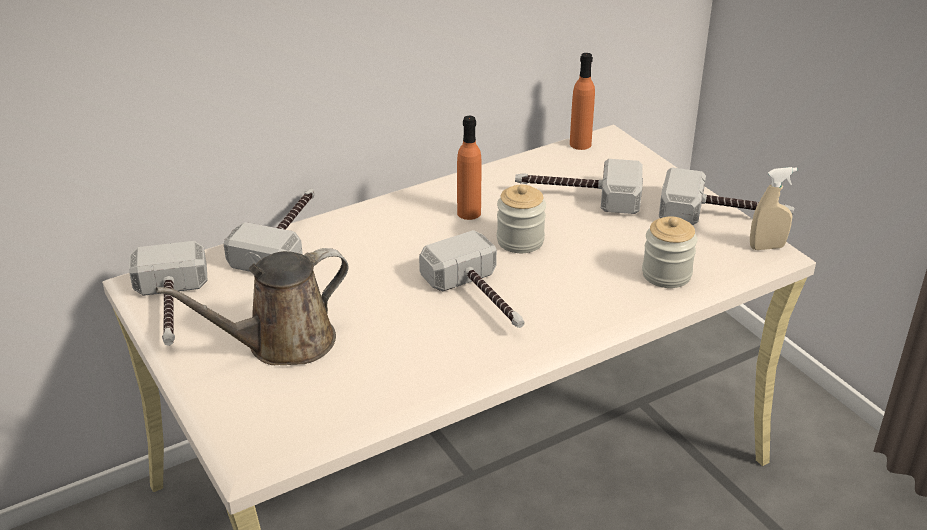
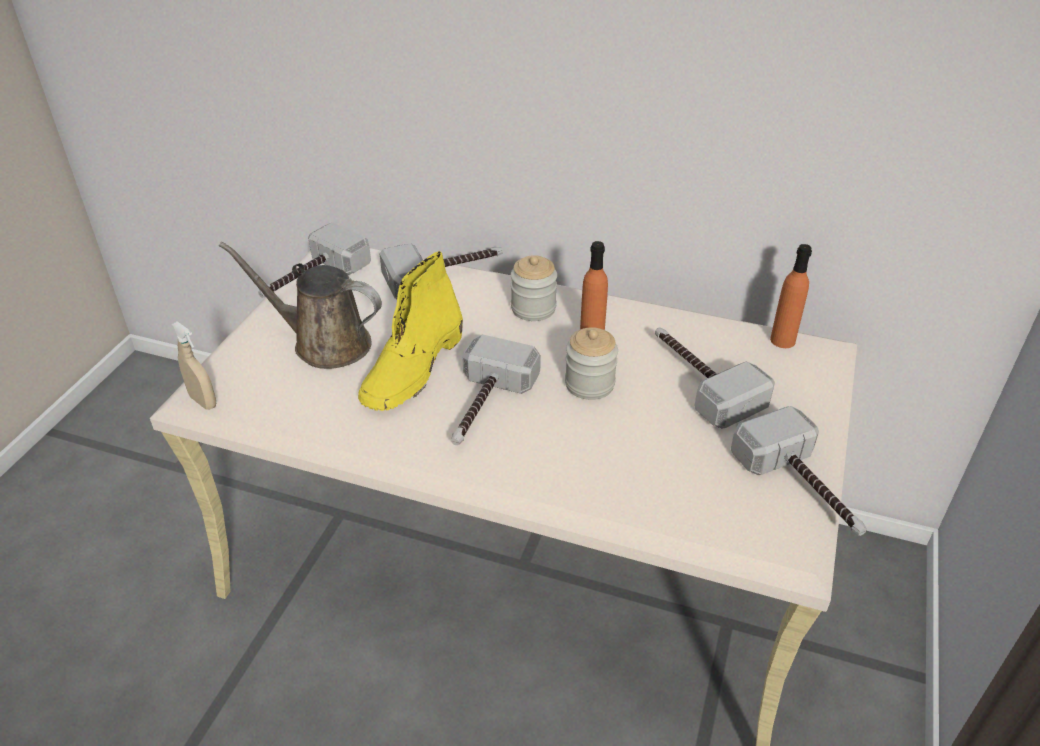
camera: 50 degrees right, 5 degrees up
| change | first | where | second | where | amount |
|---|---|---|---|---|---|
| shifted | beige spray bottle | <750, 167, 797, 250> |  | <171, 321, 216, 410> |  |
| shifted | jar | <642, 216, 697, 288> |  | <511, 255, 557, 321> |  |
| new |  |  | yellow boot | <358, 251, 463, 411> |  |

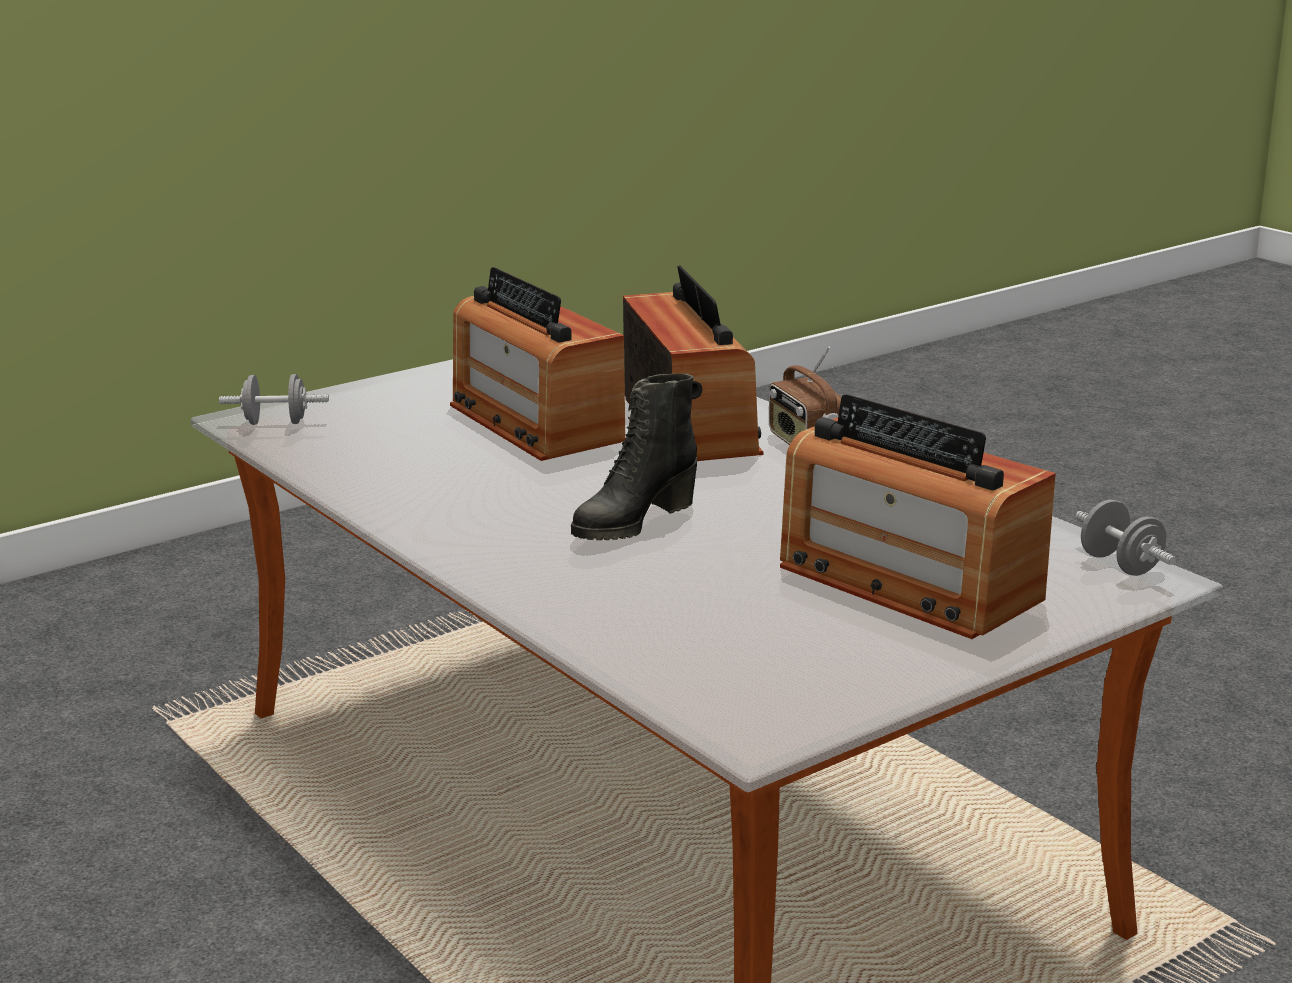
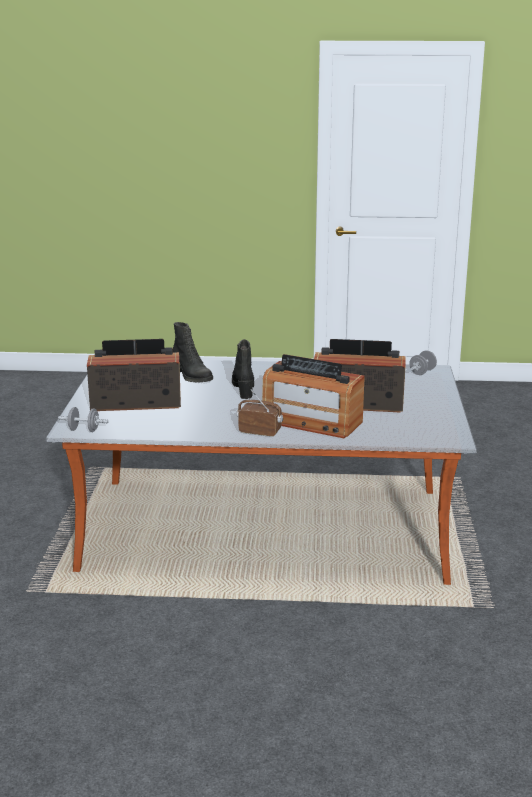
camera: 130 degrees right, 0 degrees up
| change | first | where | second | where | amount |
|---|---|---|---|---|---|
| new |  |  | black boot | <173, 322, 213, 382> |  |

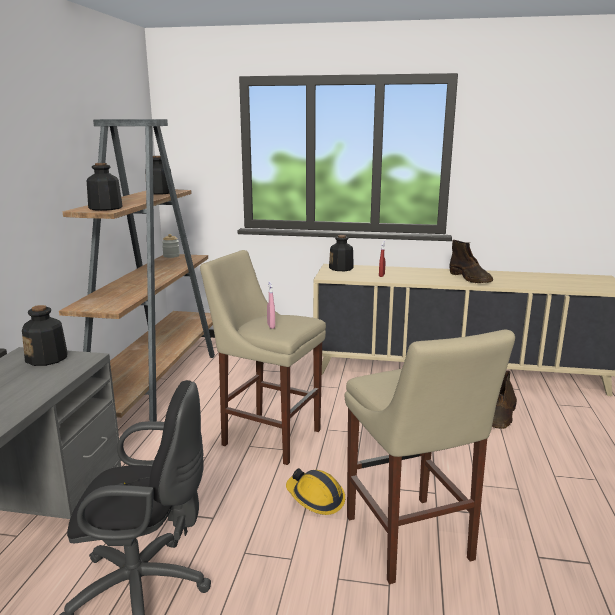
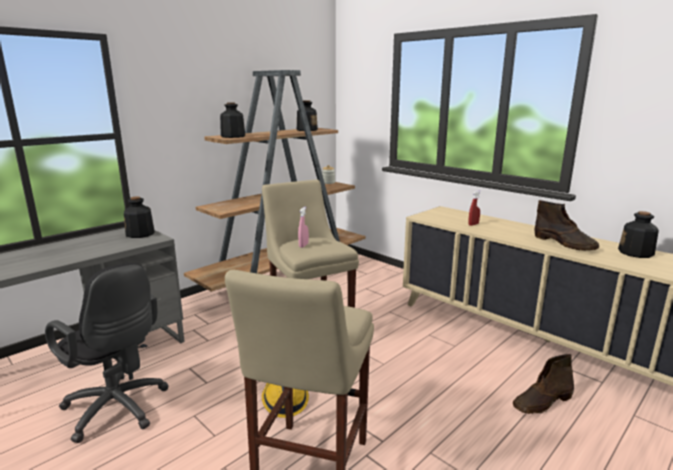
camera: 35 degrees right, 0 degrees up
| change | first | where | second | where | amount |
|---|---|---|---|---|---|
| shifted | bottle | <329, 235, 354, 271> |  | <618, 211, 659, 258> |  |
| rotated | brown boot | <449, 240, 493, 283> |  | <535, 200, 599, 251> | 45 degrees counterclockwise |

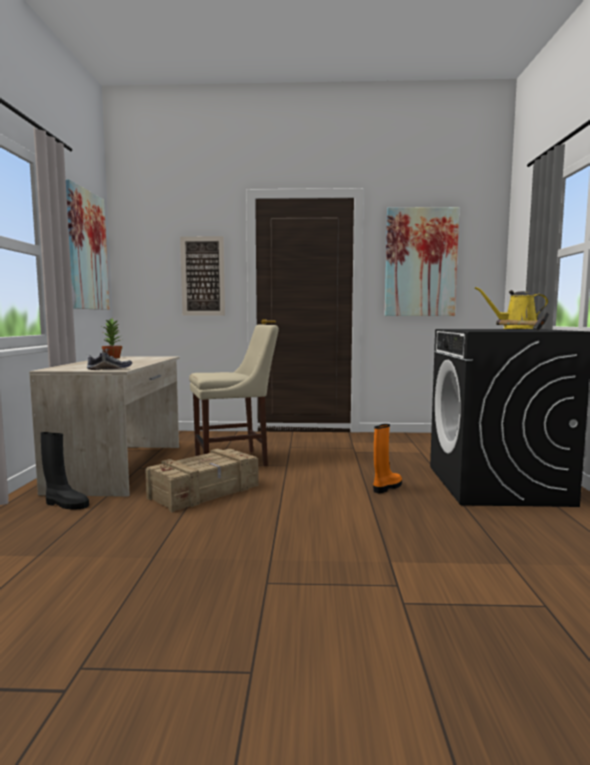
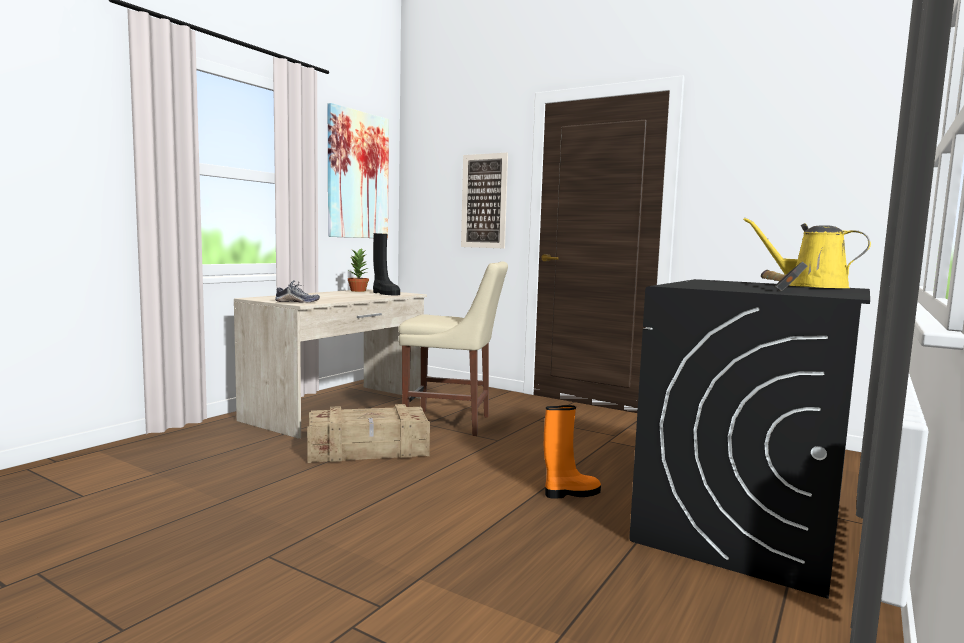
camera: 30 degrees right, 0 degrees up
| change | first | where | second | where | amount |
|---|---|---|---|---|---|
| gone | picture | <385, 207, 459, 316> |  |  |  |
| shifted | black boot | <41, 432, 89, 509> |  | <373, 233, 400, 296> |  |

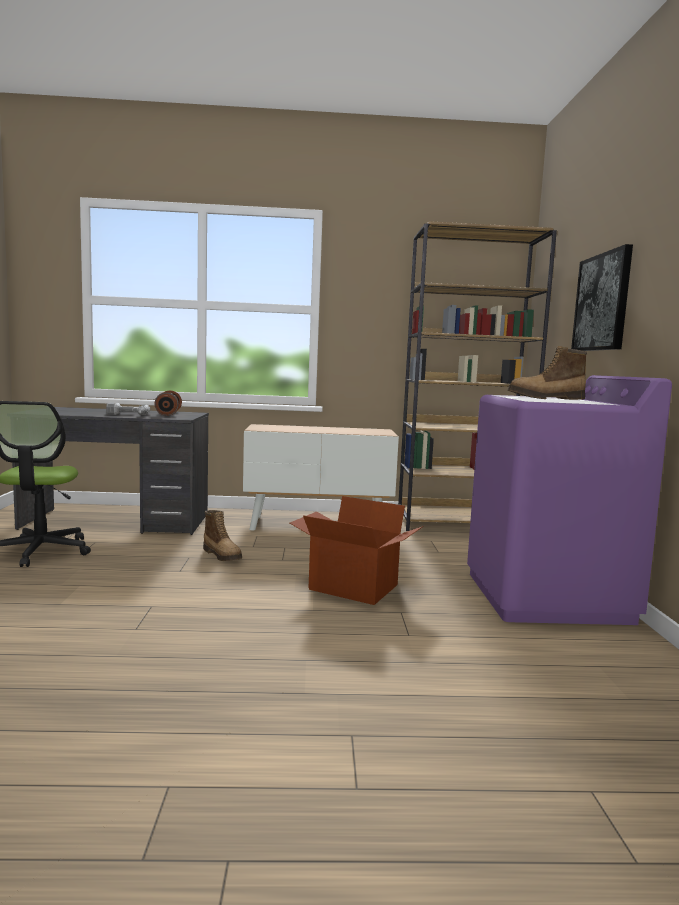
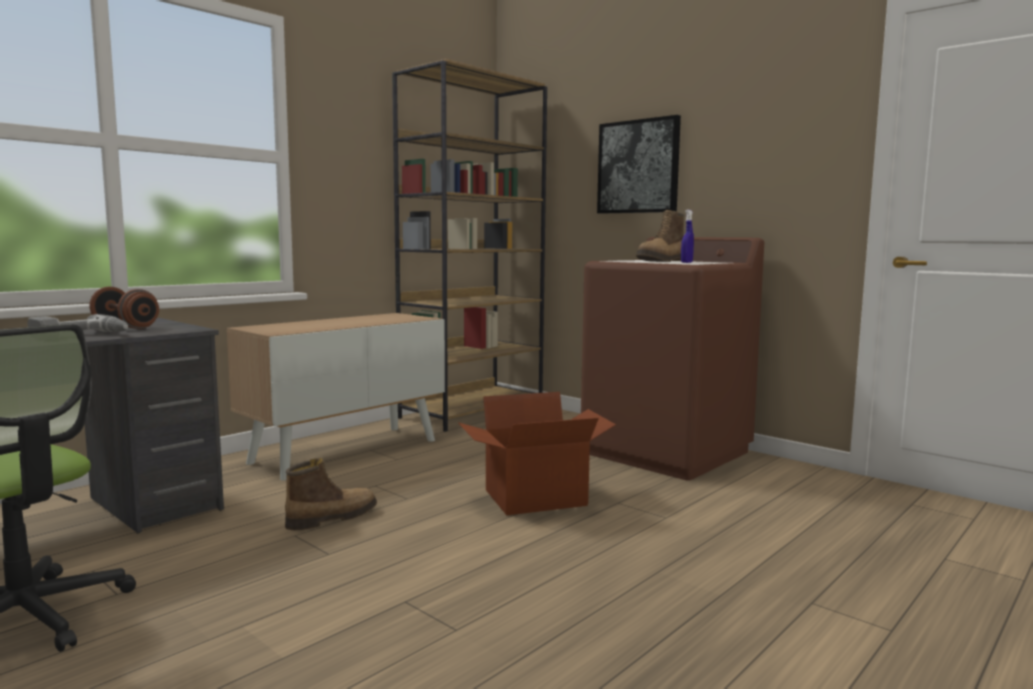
camera: 45 degrees left, 0 degrees up
| change | first | where | second | where | amount |
|---|---|---|---|---|---|
| repainted | purple washing machine | <467, 375, 672, 625> | brown washing machine | <581, 237, 764, 481> |  |
| rotated | boot | <203, 510, 242, 561> |  | <285, 458, 377, 530> | 45 degrees counterclockwise |
| new |  |  | blue spray bottle | <681, 209, 694, 263> |  |

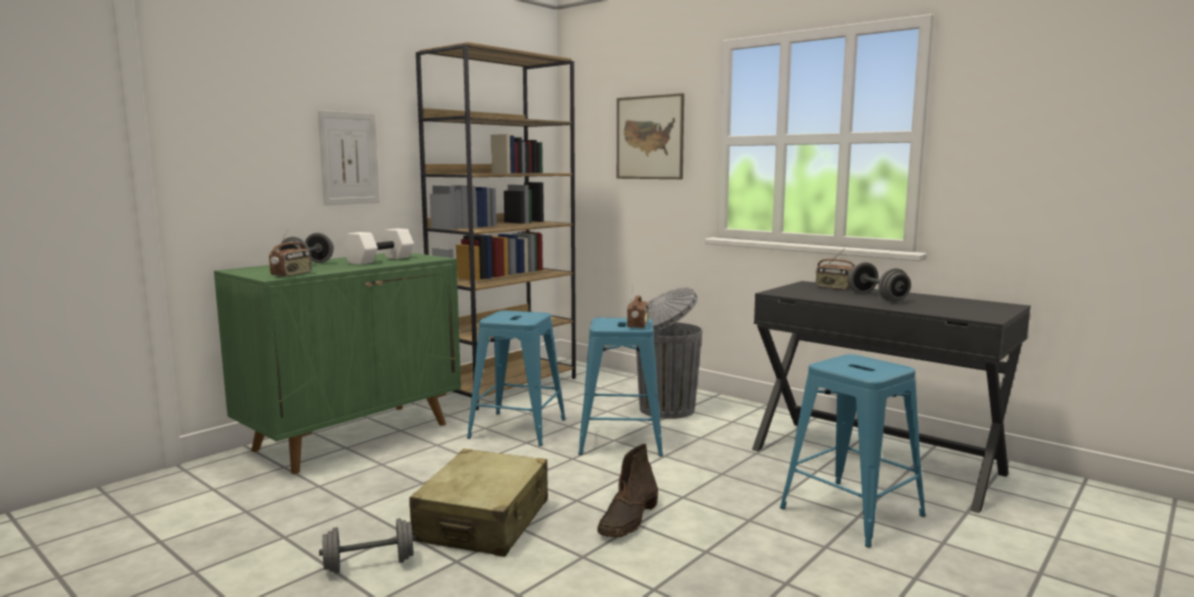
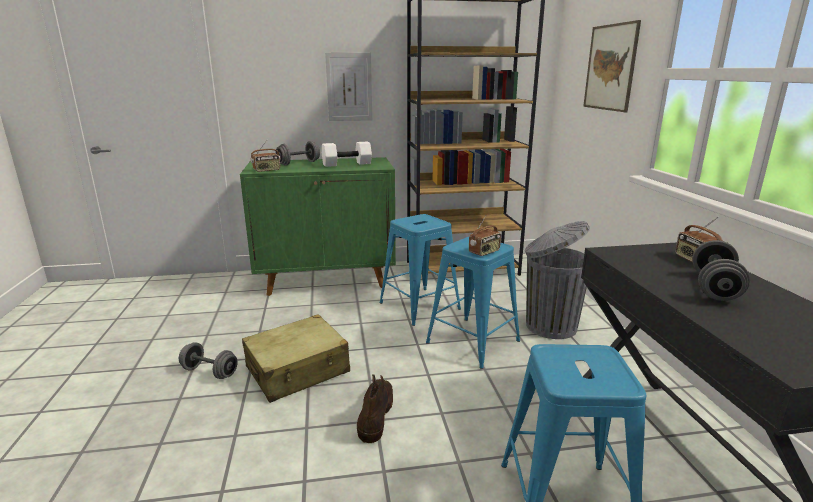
camera: 40 degrees right, 10 degrees up
| change | first | where | second | where | amount |
|---|---|---|---|---|---|
| rotated | brown boot | <597, 444, 658, 538> |  | <357, 374, 393, 443> | 120 degrees clockwise |

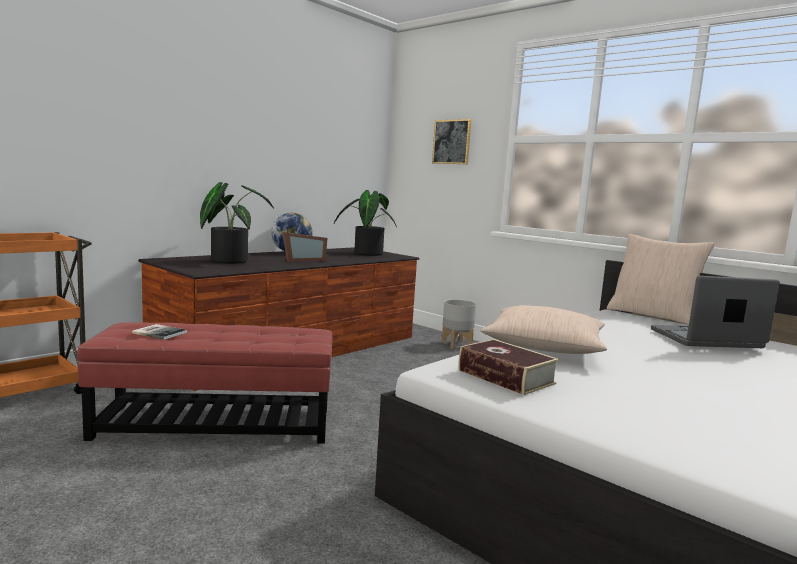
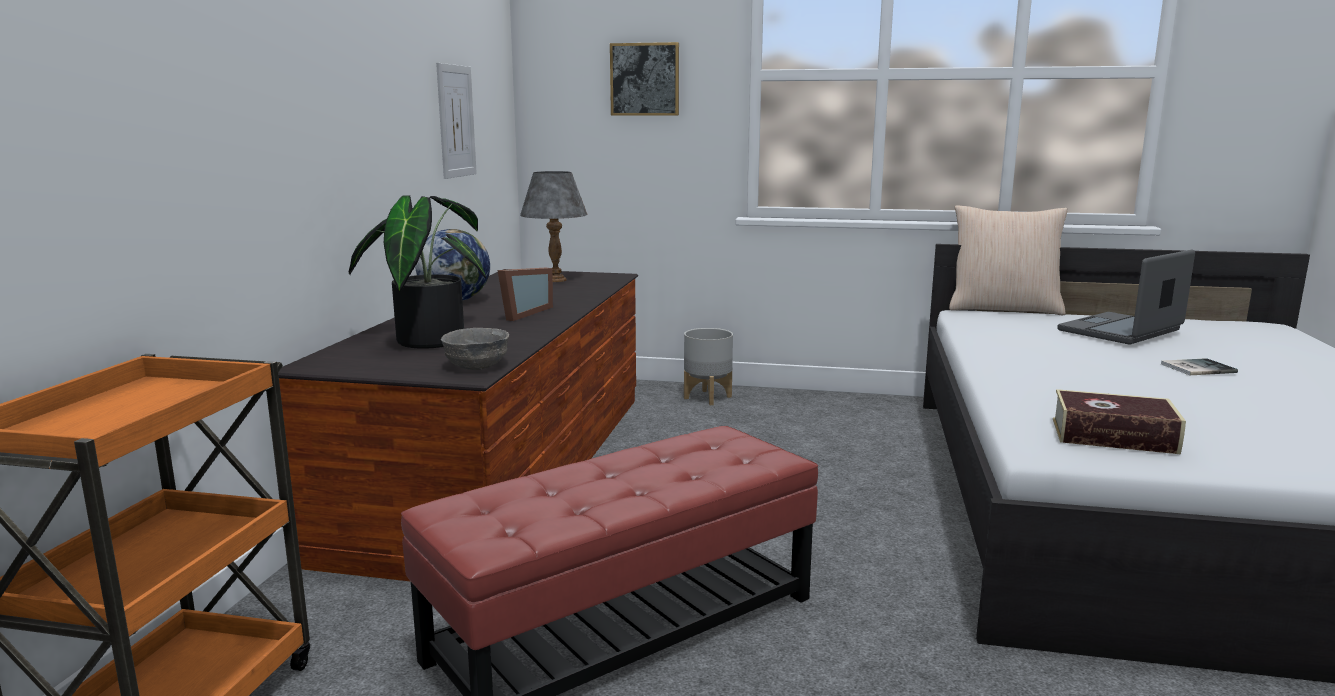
camera: 30 degrees left, 5 degrees up
| change | first | where | second | where | amount |
|---|---|---|---|---|---|
| swapped | potted plant | <334, 190, 397, 256> | grey table lamp | <520, 171, 588, 282> |  |
| gone | beige pillow | <481, 305, 607, 354> |  |  |  |
| shifted | book | <132, 324, 187, 340> |  | <1161, 358, 1238, 375> |  |
| new |  |  | picture | <436, 63, 477, 179> |  |
| new |  |  | grey bowl | <441, 328, 509, 370> |  |

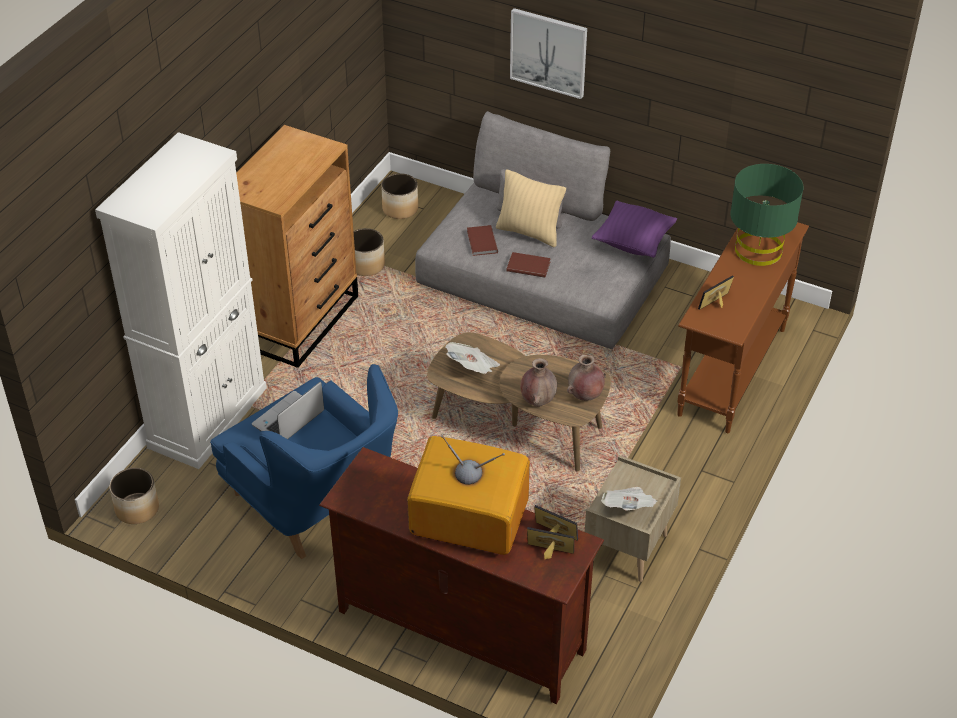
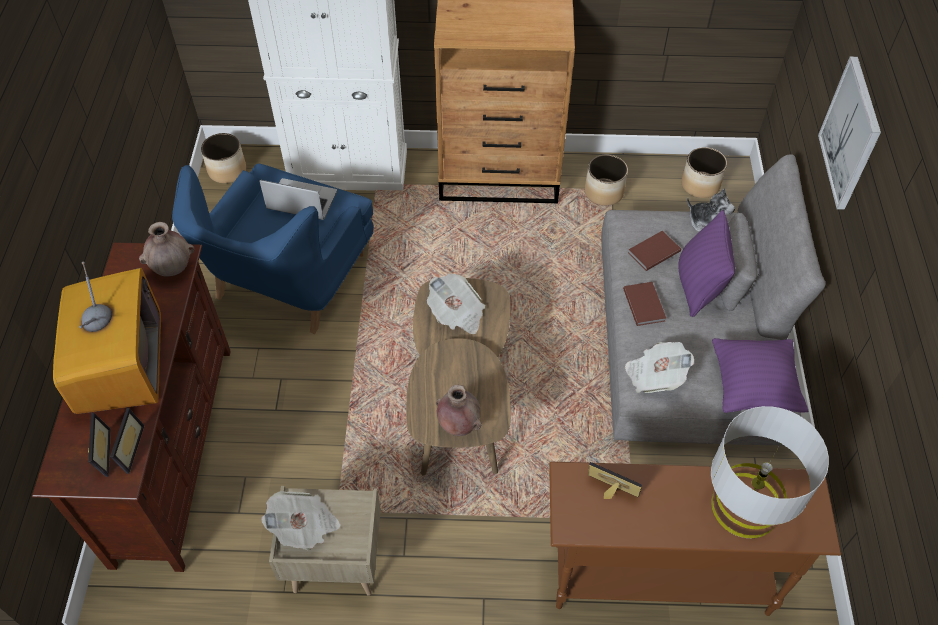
camera: 65 degrees right, 10 degrees up
| change | first | where | second | where | amount |
|---|---|---|---|---|---|
| repainted | green table lamp | <730, 164, 804, 266> | grey table lamp | <711, 406, 829, 538> |  |
| repainted | beige pillow | <496, 169, 566, 247> | purple pillow | <679, 210, 735, 317> |  |
| shifted | brown vase | <520, 358, 557, 407> |  | <139, 222, 195, 277> |  |
| new |  |  | plush toy | <687, 189, 735, 232> |  |
| new |  |  | newspaper | <625, 342, 694, 393> |  |

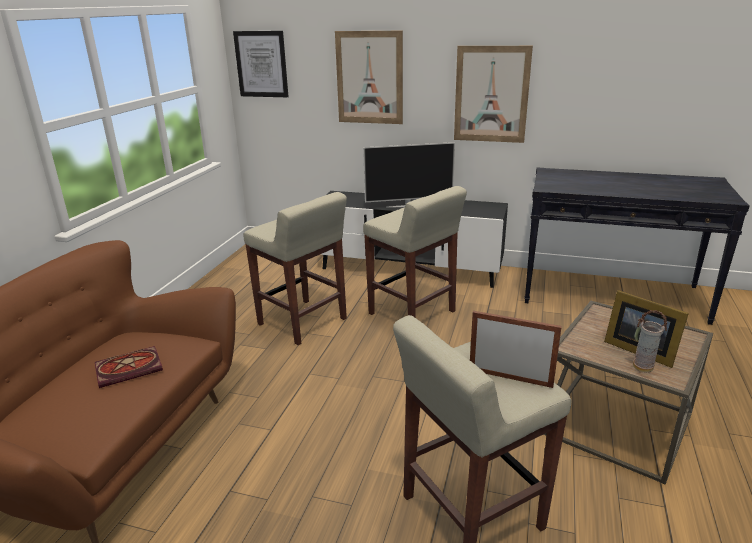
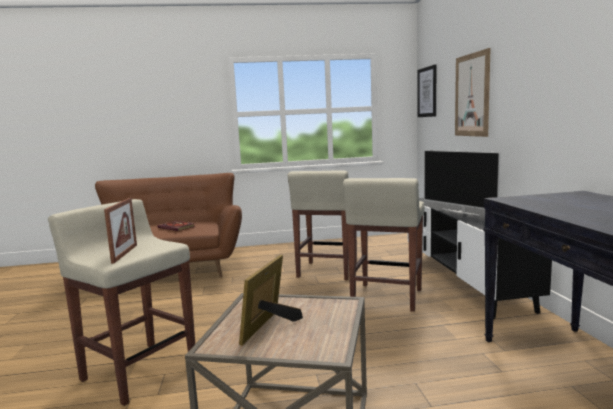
camera: 65 degrees right, 15 degrees down
| change | first | where | second | where | amount |
|---|---|---|---|---|---|
| gone | picture | <454, 46, 533, 143> |  |  |  |
| gone | vase | <633, 310, 667, 373> |  |  |  |

